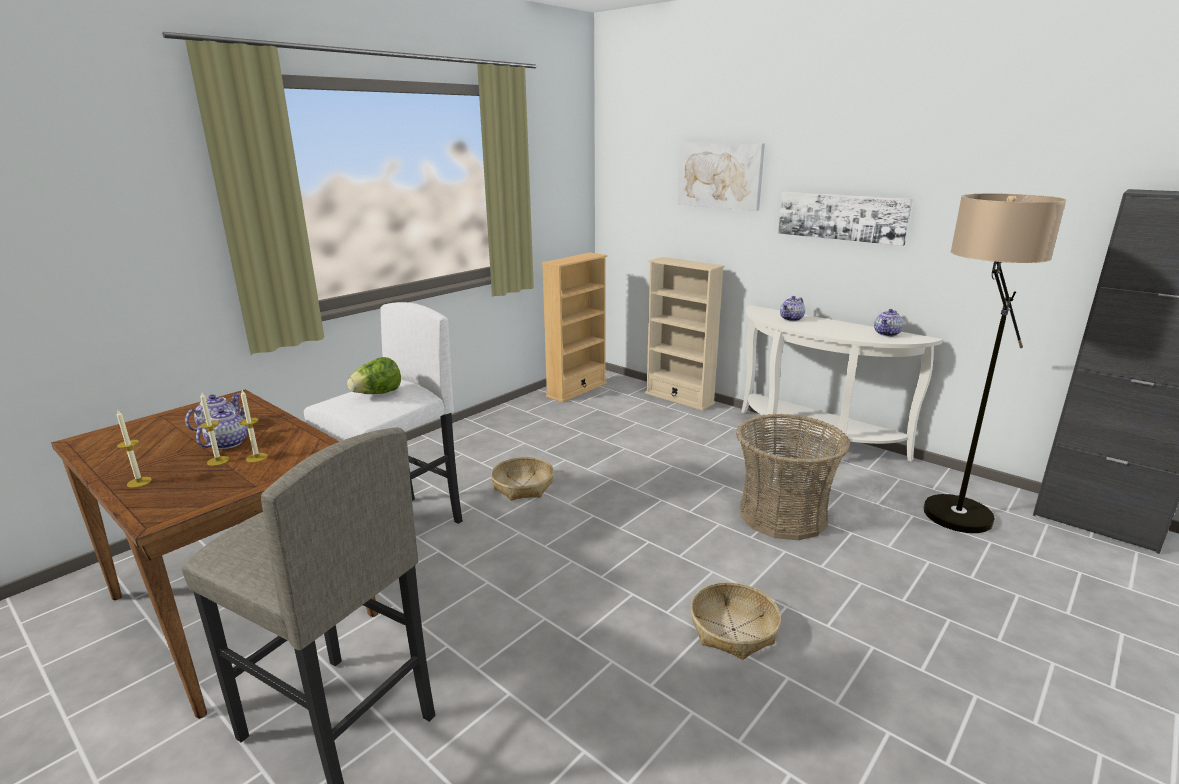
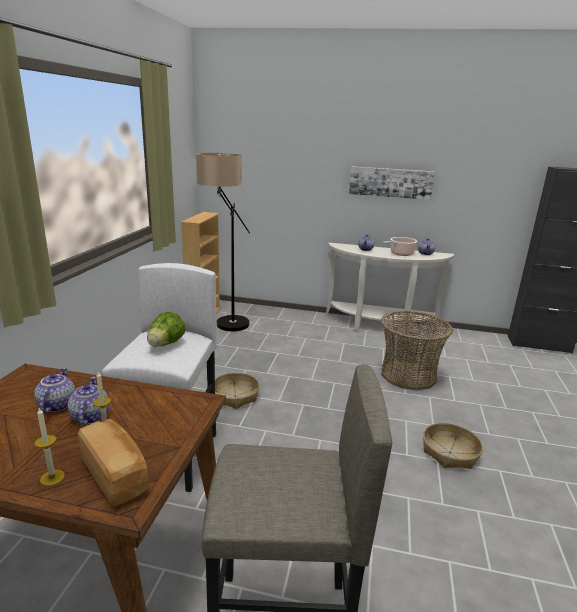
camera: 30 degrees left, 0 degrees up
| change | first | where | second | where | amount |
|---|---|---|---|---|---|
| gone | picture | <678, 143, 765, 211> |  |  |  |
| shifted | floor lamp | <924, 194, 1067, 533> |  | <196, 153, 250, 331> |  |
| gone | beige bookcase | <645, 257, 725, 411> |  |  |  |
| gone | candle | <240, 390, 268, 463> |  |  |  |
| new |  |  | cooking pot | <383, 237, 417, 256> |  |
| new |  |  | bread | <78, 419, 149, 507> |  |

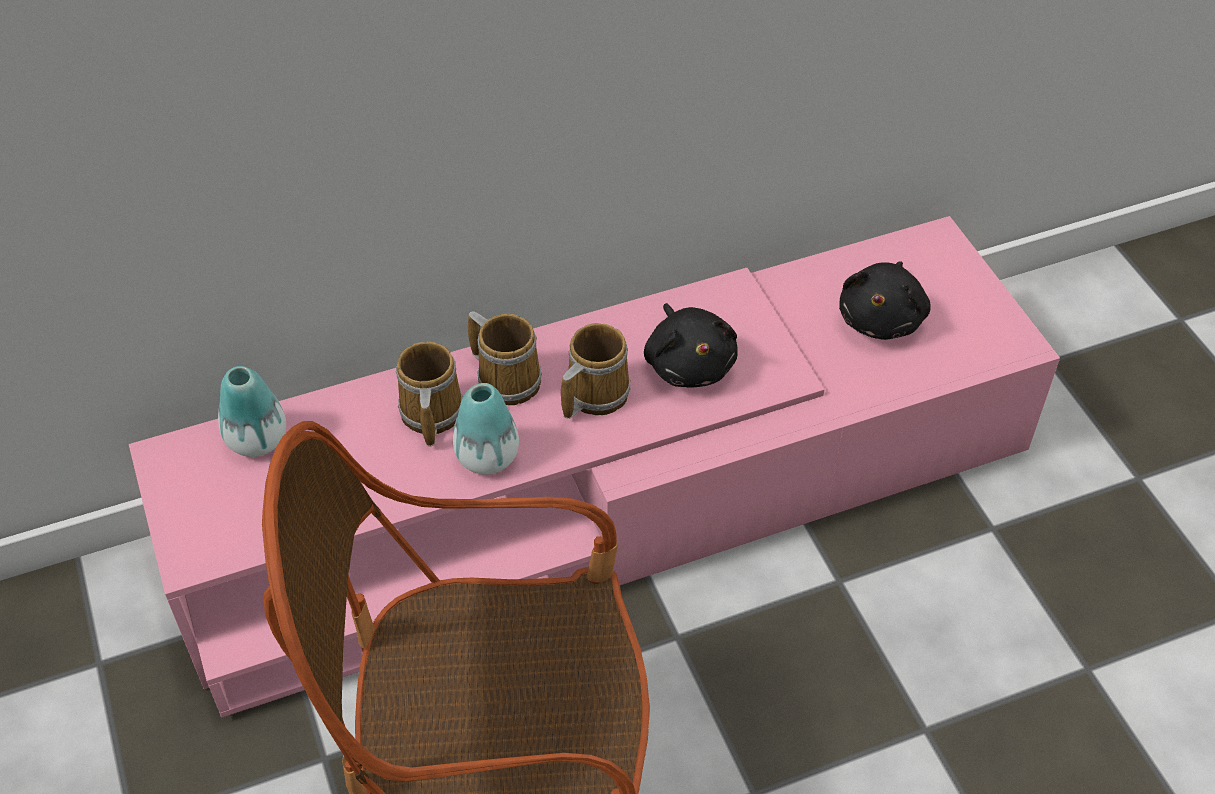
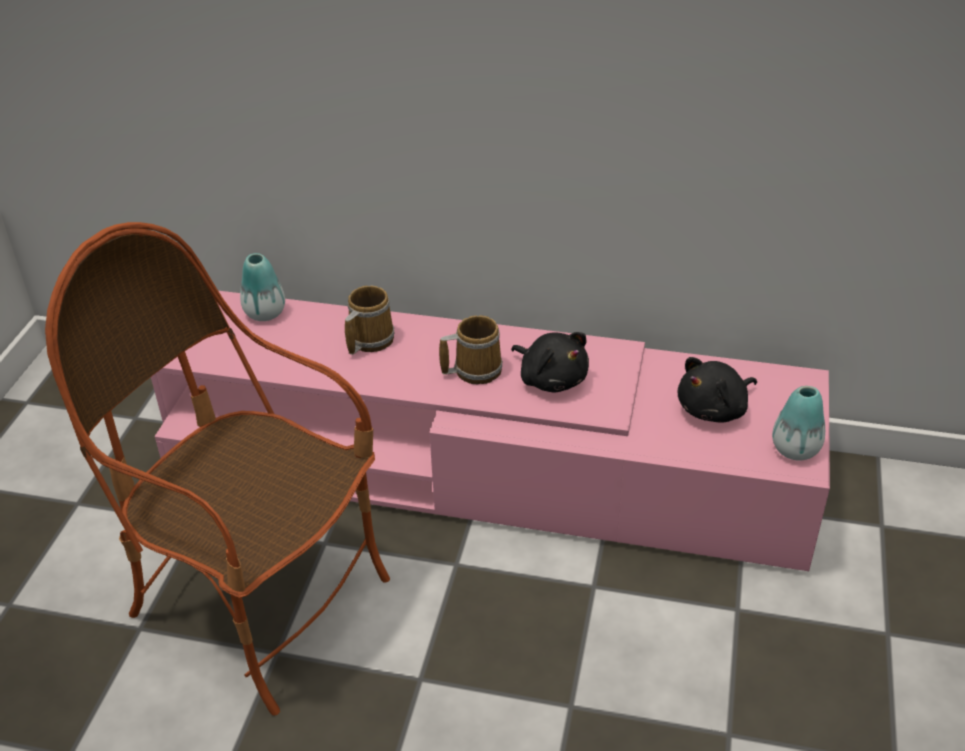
camera: 35 degrees right, 10 degrees down
| change | first | where | second | where | amount |
|---|---|---|---|---|---|
| rotated | black plush toy | <644, 303, 738, 387> |  | <511, 332, 589, 393> | 60 degrees counterclockwise |
| gone | mug | <468, 312, 542, 405> |  |  |  |
| shifted | vase | <453, 383, 519, 475> |  | <772, 386, 825, 461> |  |

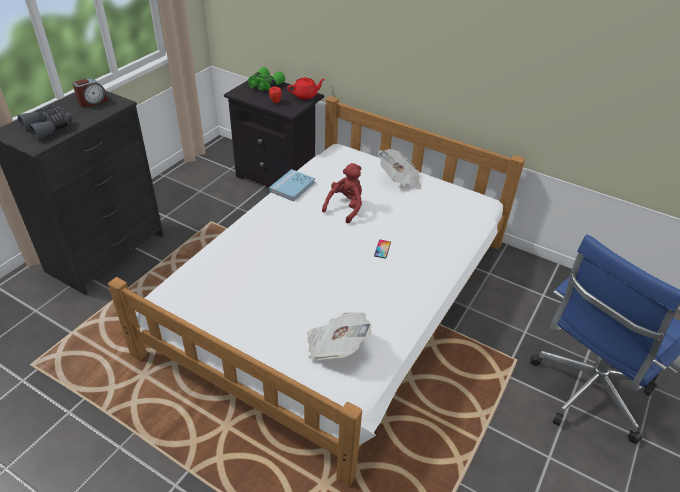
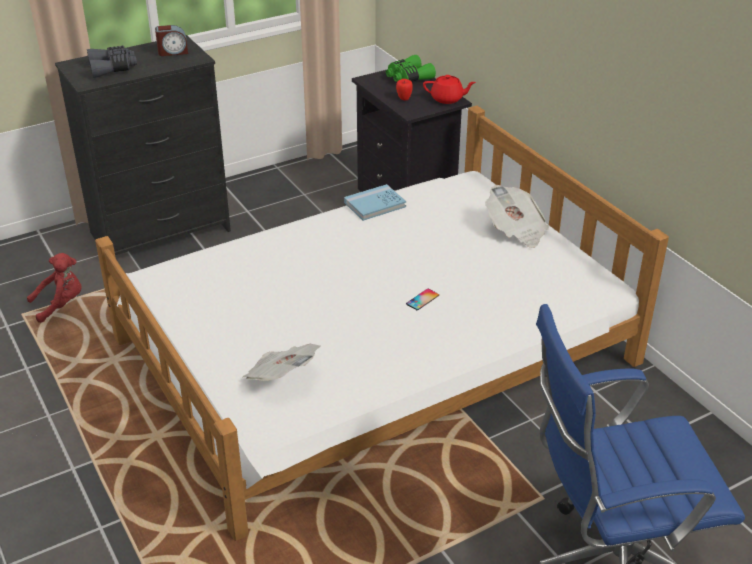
camera: 30 degrees right, 5 degrees down
| change | first | where | second | where | amount |
|---|---|---|---|---|---|
| shifted | red plush toy | <322, 163, 362, 224> |  | <27, 253, 82, 323> |  |

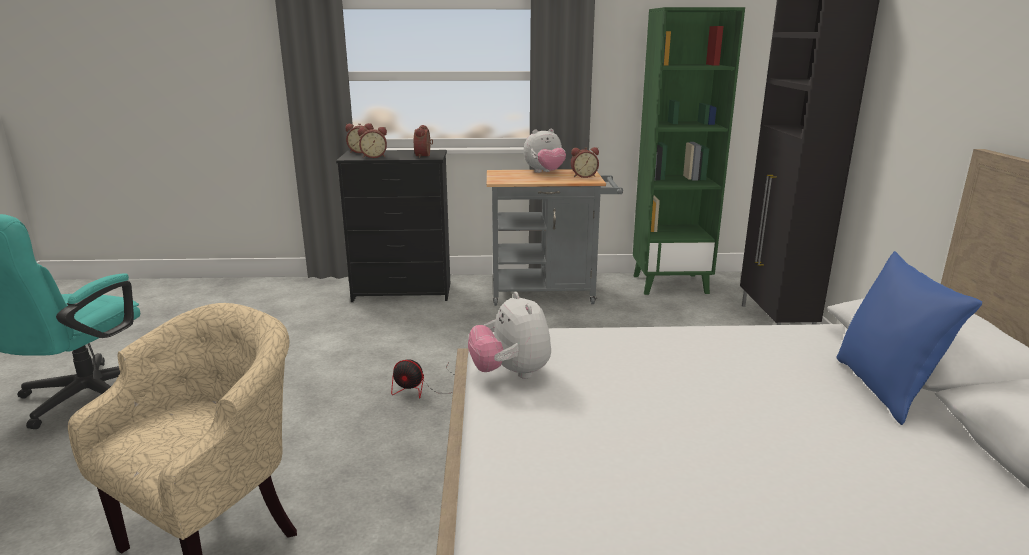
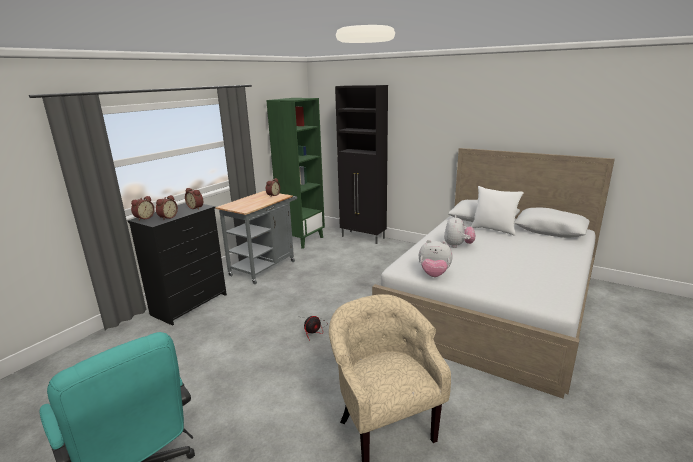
camera: 55 degrees left, 0 degrees up
| change | first | where | second | where | amount |
|---|---|---|---|---|---|
| shifted | plush toy | <524, 128, 566, 173> |  | <444, 215, 475, 248> |  |
| repainted | blue pillow | <836, 251, 982, 425> | white pillow | <471, 186, 524, 236> |  |

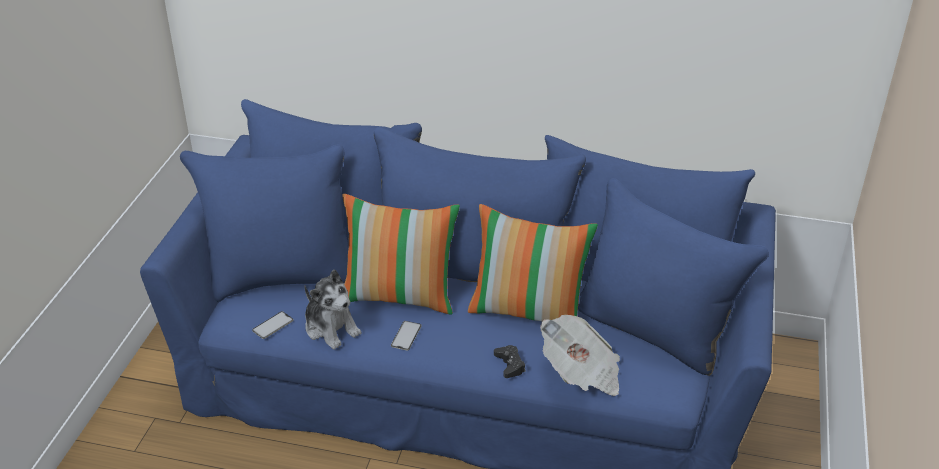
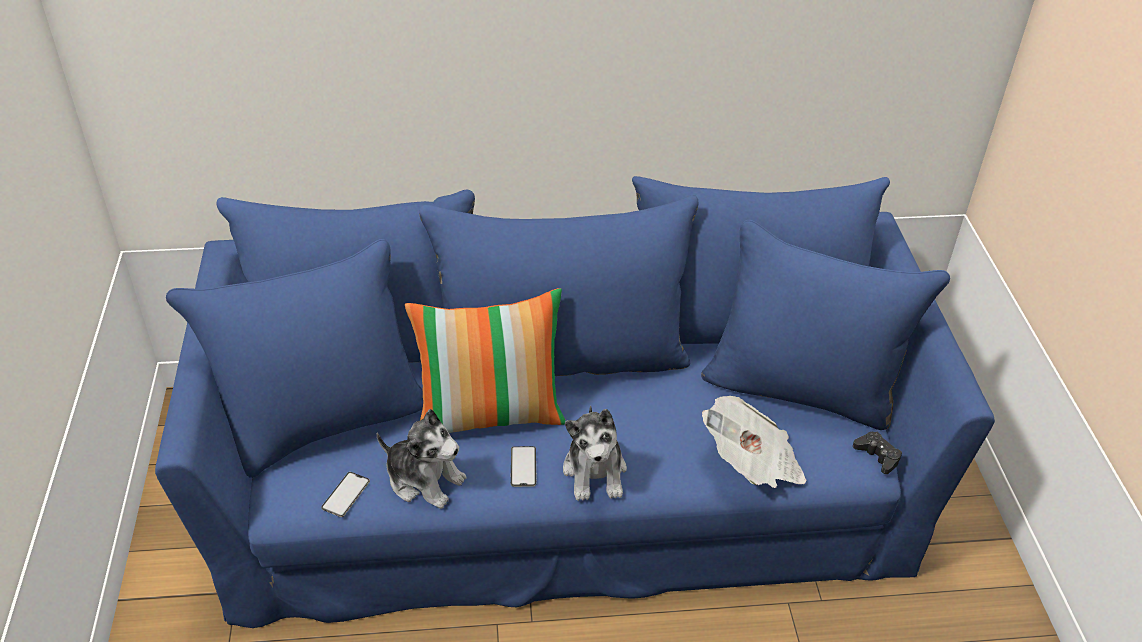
camera: 20 degrees left, 5 degrees up
| change | first | where | second | where | amount |
|---|---|---|---|---|---|
| gone | pillow | <468, 204, 598, 322> |  |  |  |
| shifted | black game controller | <494, 345, 526, 378> |  | <853, 432, 902, 474> |  |
| new |  |  | plush toy | <563, 405, 627, 501> |  |

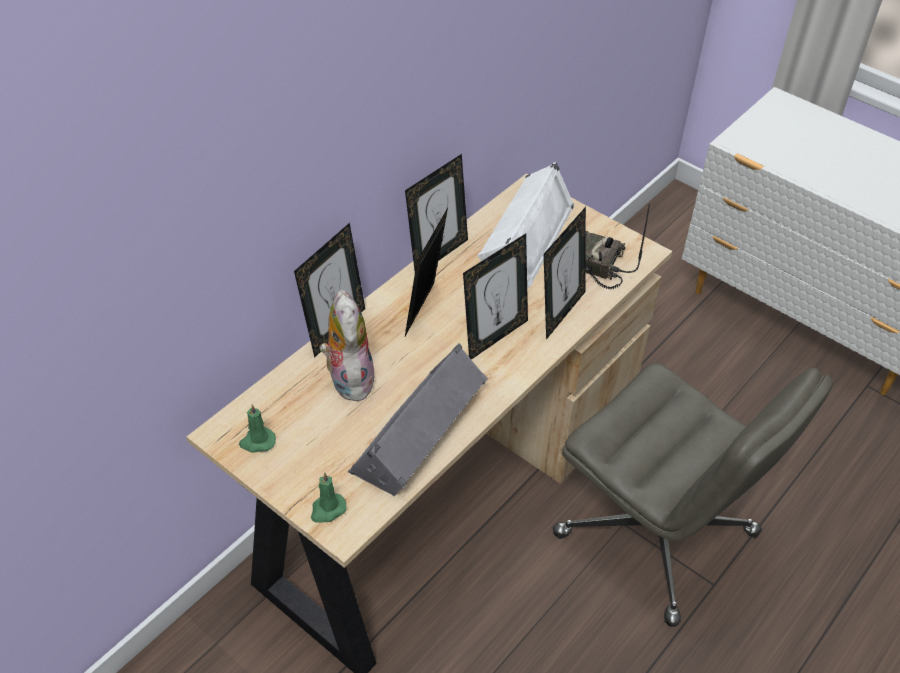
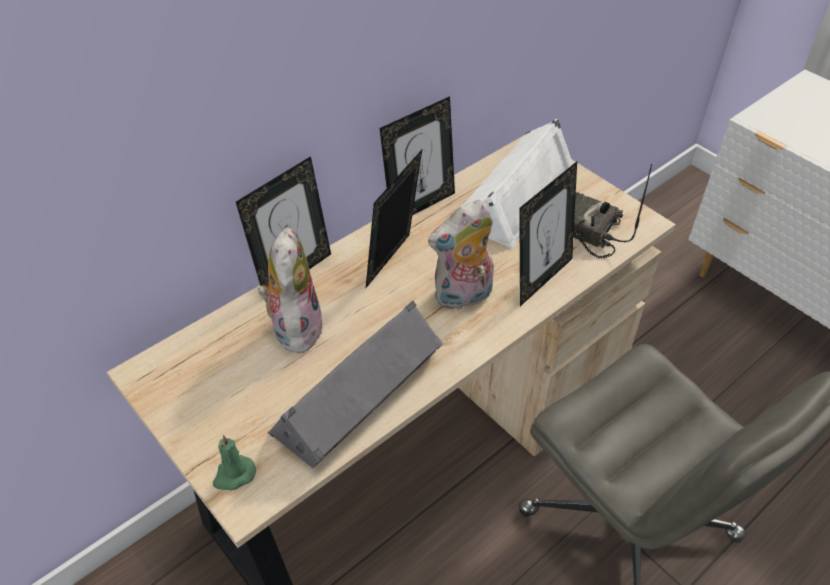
camera: 10 degrees right, 0 degrees up
| change | first | where | second | where | amount |
|---|---|---|---|---|---|
| swapped | picture frame | <463, 234, 528, 359> | plush toy | <428, 200, 494, 310> |  |
| gone | green candle | <239, 404, 276, 453> |  |  |  |

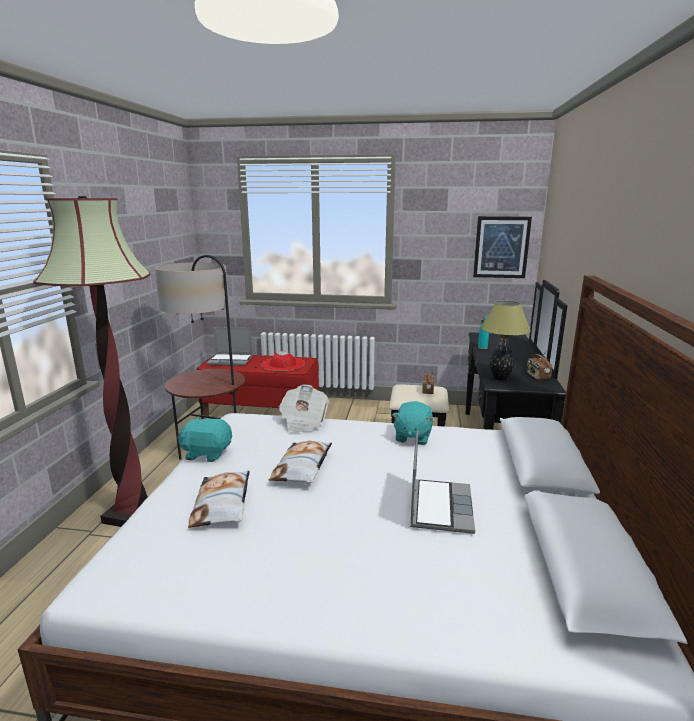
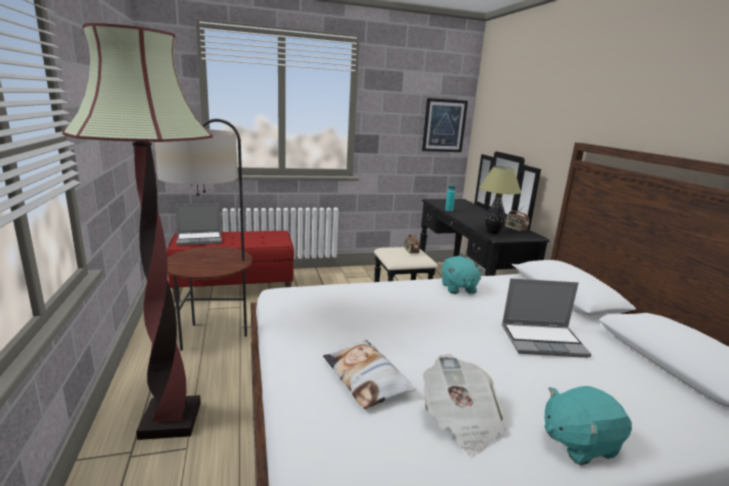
camera: 25 degrees left, 0 degrees up
| change | first | where | second | where | amount |
|---|---|---|---|---|---|
| gone | red hat | <262, 350, 305, 371> |  |  |  |
| shifted | newspaper | <279, 385, 329, 433> |  | <423, 354, 506, 456> |  |
| shifted | turquoise plush toy | <177, 417, 232, 462> |  | <544, 386, 632, 465> |  |
| rotated | laptop | <410, 431, 475, 534> |  | <502, 278, 591, 358> | 105 degrees clockwise |
| gone | pillow | <269, 441, 332, 483> |  |  |  |

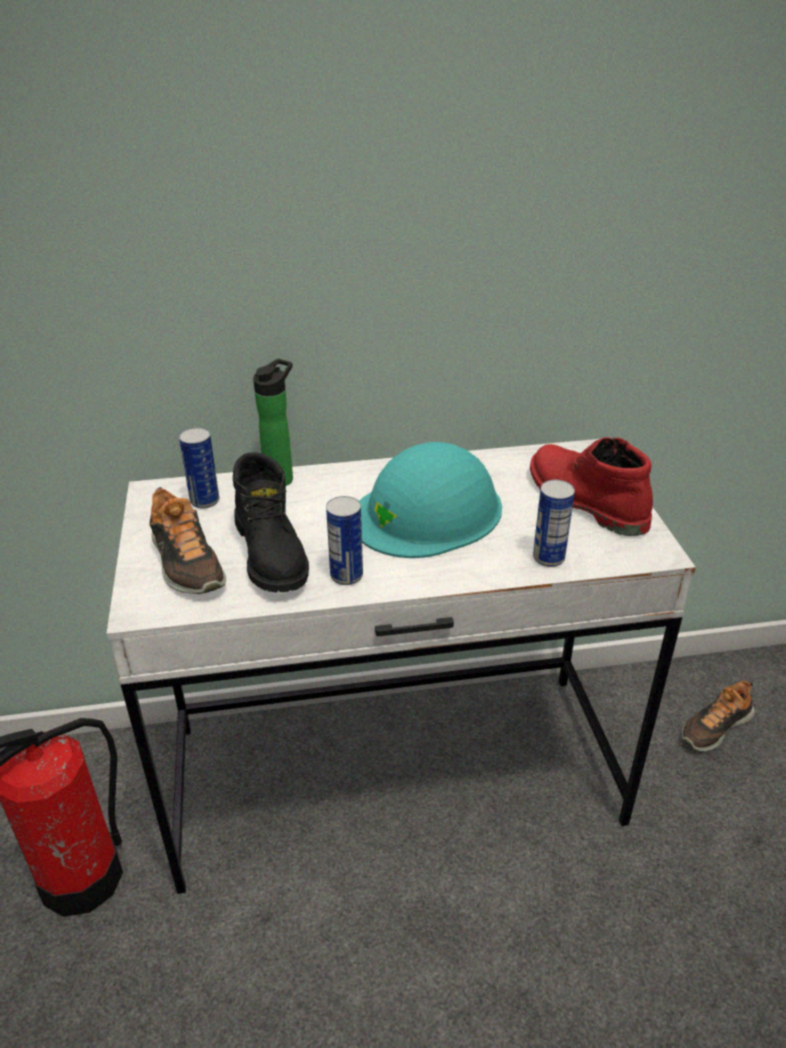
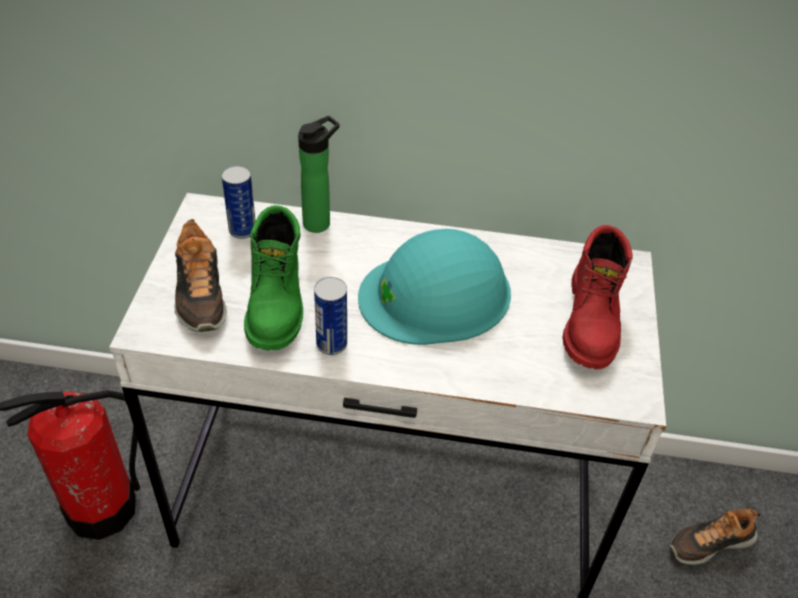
camera: 15 degrees right, 10 degrees up
| change | first | where | second | where | amount |
|---|---|---|---|---|---|
| rotated | red boot | <530, 437, 653, 536> |  | <562, 225, 633, 369> | 150 degrees counterclockwise |
| repainted | black boot | <233, 452, 309, 592> | green boot | <244, 205, 303, 350> |  |
| gone | can | <533, 480, 575, 567> |  |  |  |

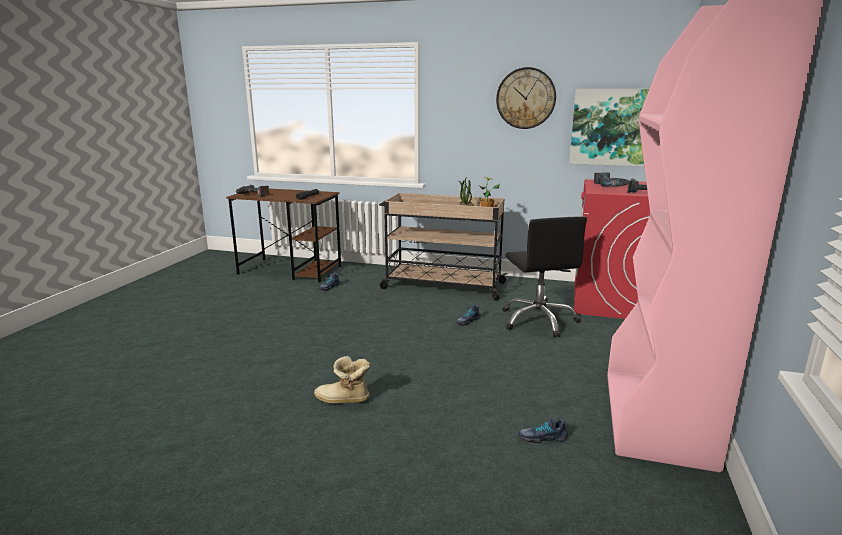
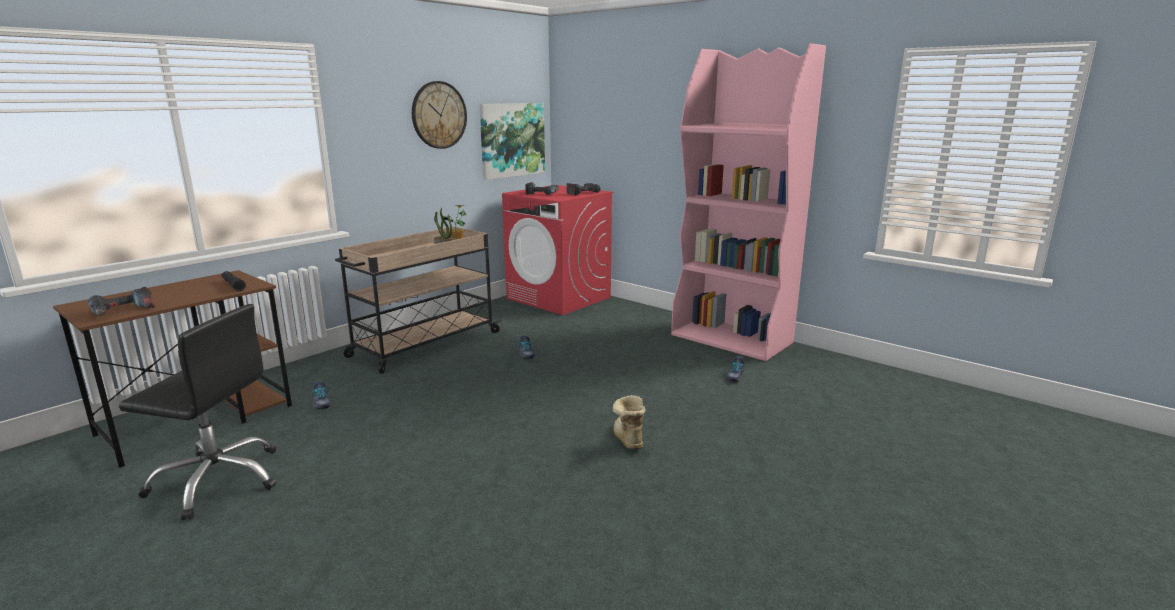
camera: 65 degrees left, 0 degrees up
| change | first | where | second | where | amount |
|---|---|---|---|---|---|
| shifted | black office chair | <502, 216, 587, 338> |  | <119, 304, 276, 520> |  |
| rotated | boot | <314, 356, 370, 404> |  | <613, 395, 646, 449> | 135 degrees clockwise |

